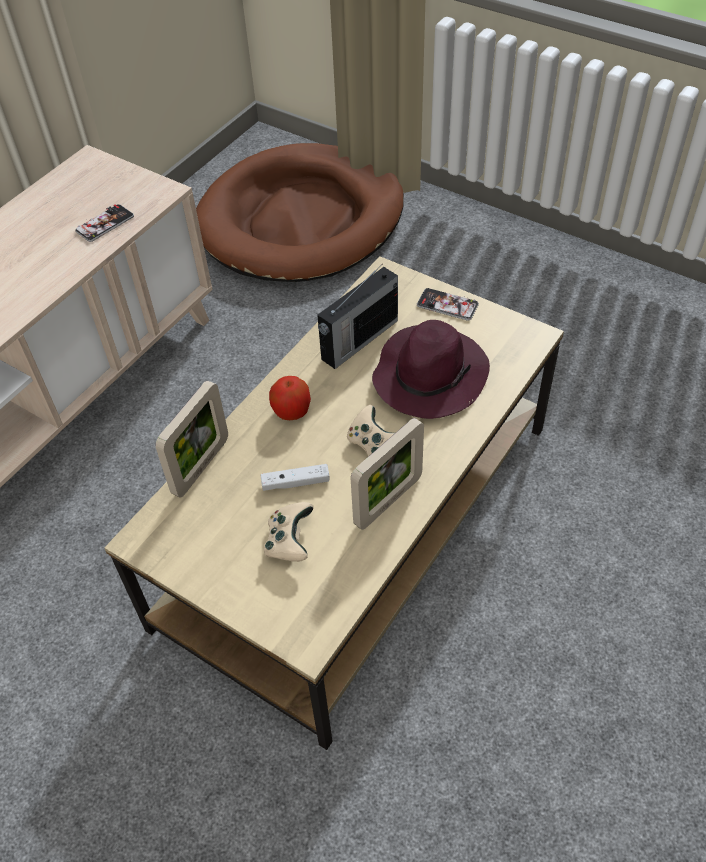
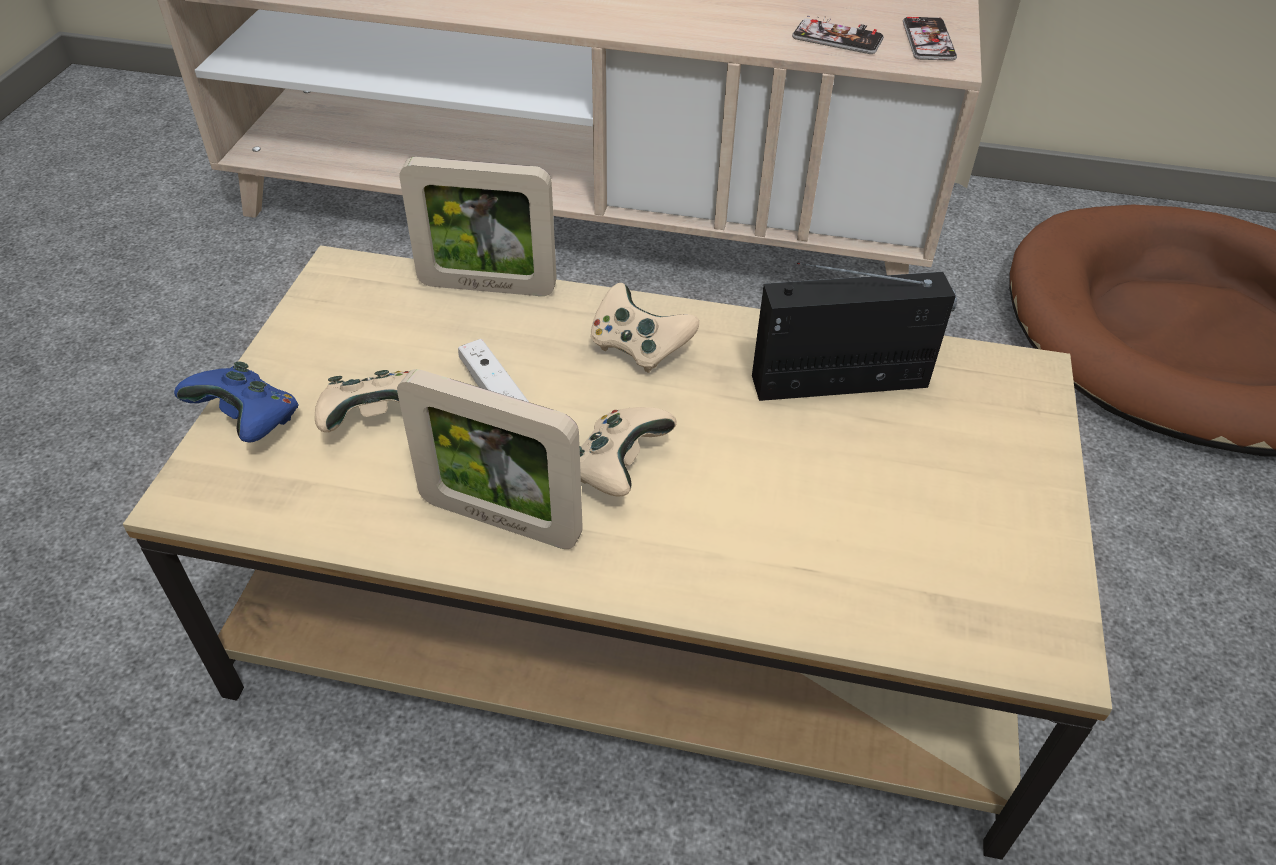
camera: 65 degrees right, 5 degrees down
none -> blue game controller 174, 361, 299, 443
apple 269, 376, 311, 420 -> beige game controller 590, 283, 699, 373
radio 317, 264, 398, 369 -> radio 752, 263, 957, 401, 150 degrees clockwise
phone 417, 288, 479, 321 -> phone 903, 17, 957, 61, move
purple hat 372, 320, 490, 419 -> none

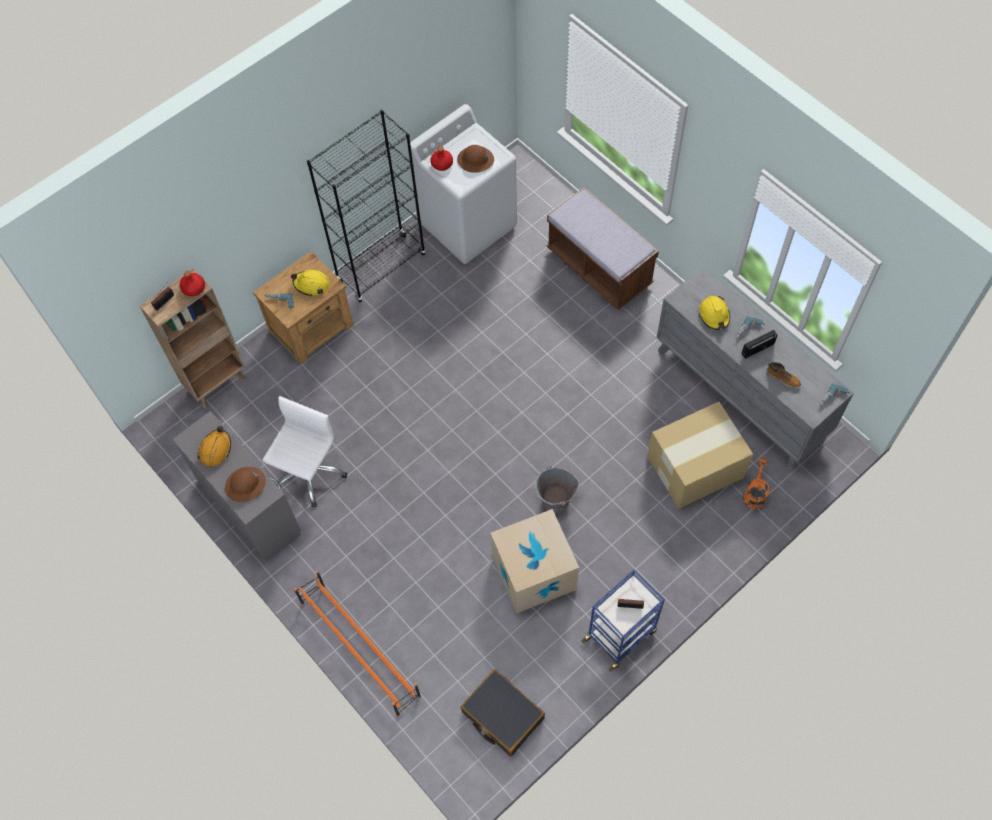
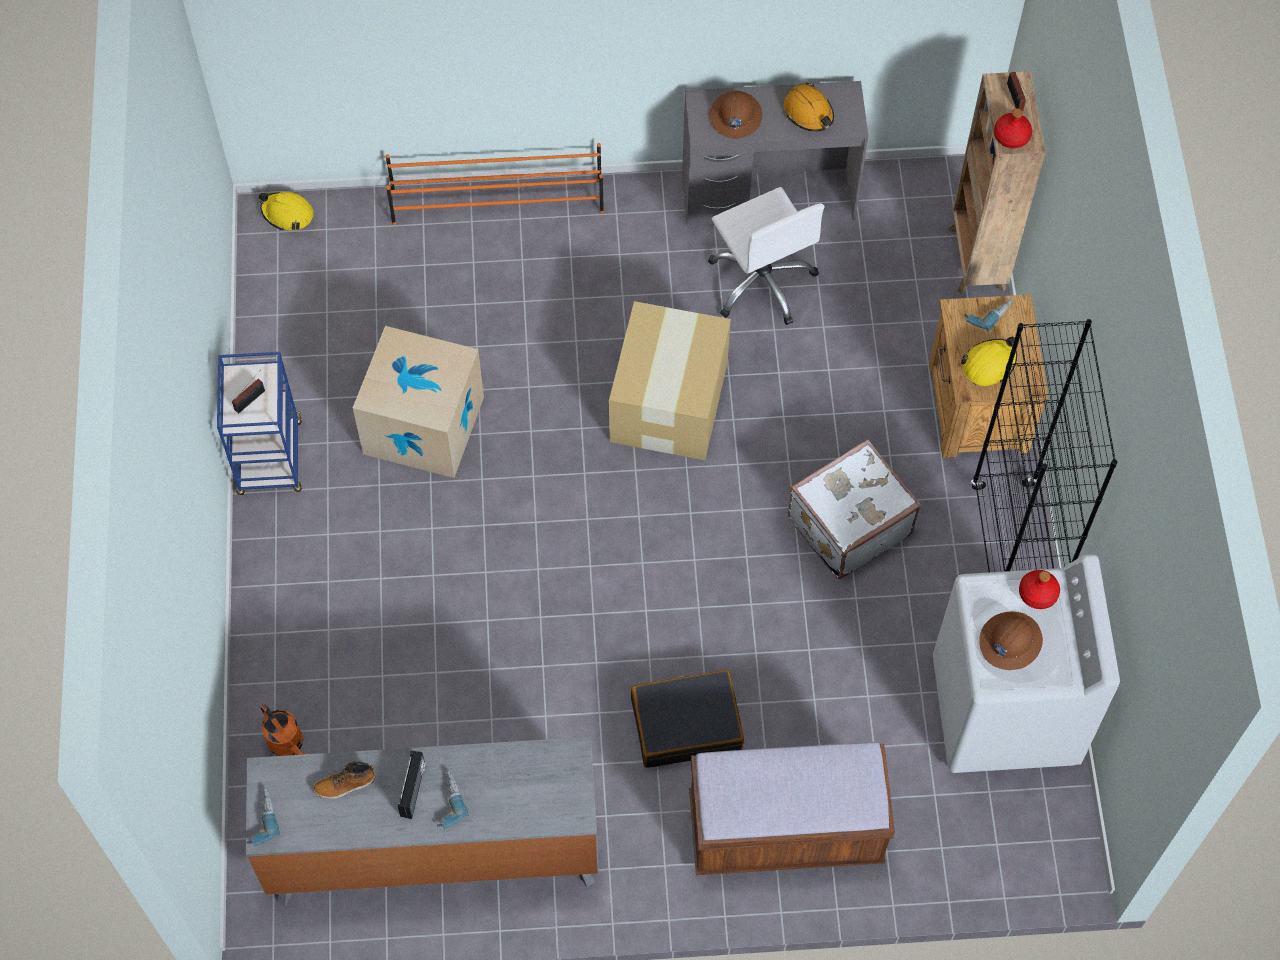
camera: 125 degrees right, 0 degrees up
yellow hard hat 699, 296, 730, 330 -> yellow hard hat 259, 192, 313, 230, move
cardboard box 647, 402, 753, 509 -> cardboard box 609, 301, 731, 460, move
black suitcase 460, 669, 545, 757 -> black suitcase 631, 670, 744, 768, move
none -> white suitcase 788, 439, 921, 580
grey bucket 535, 466, 580, 512 -> none

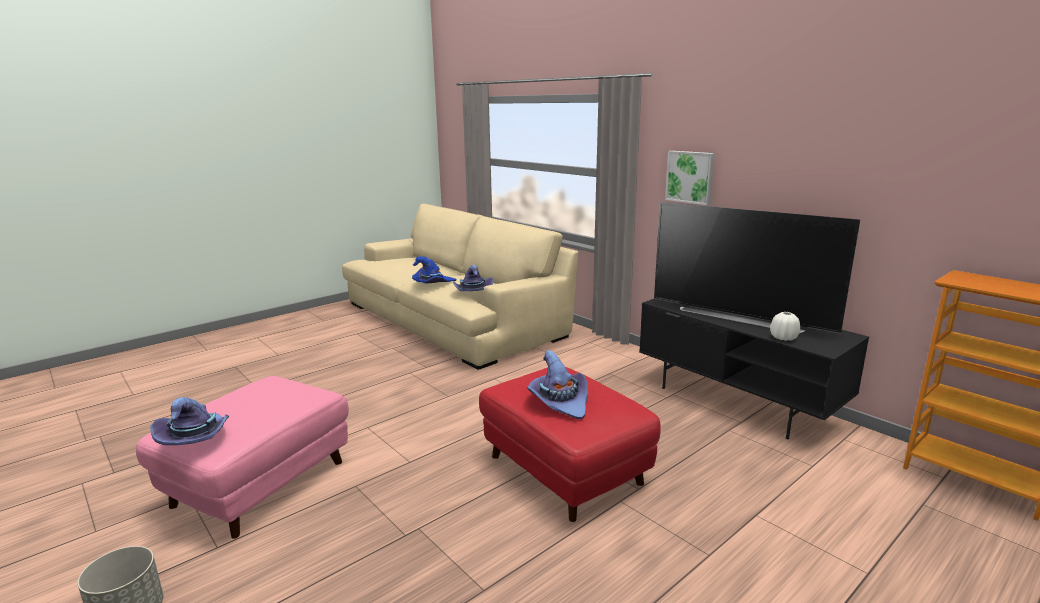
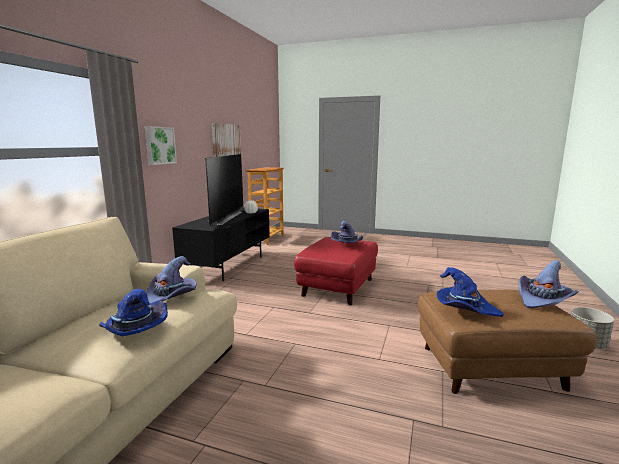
camera: 120 degrees left, 5 degrees down
none -> picture 212, 123, 241, 157
pink ottoman 136, 376, 349, 539 -> brown ottoman 418, 290, 597, 394
none -> blue hat 437, 267, 504, 317

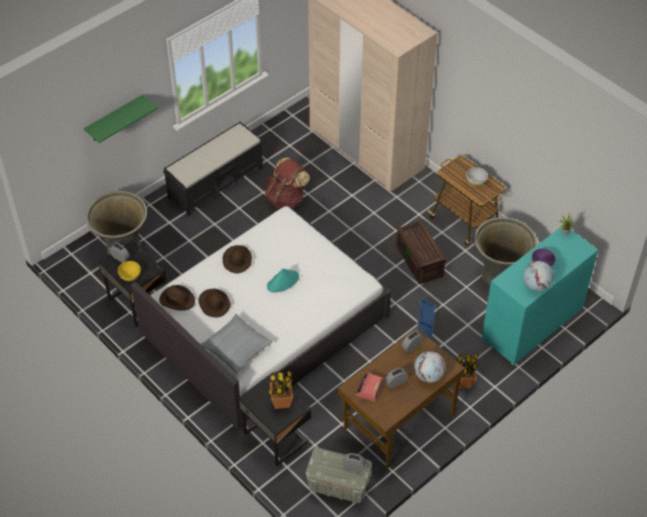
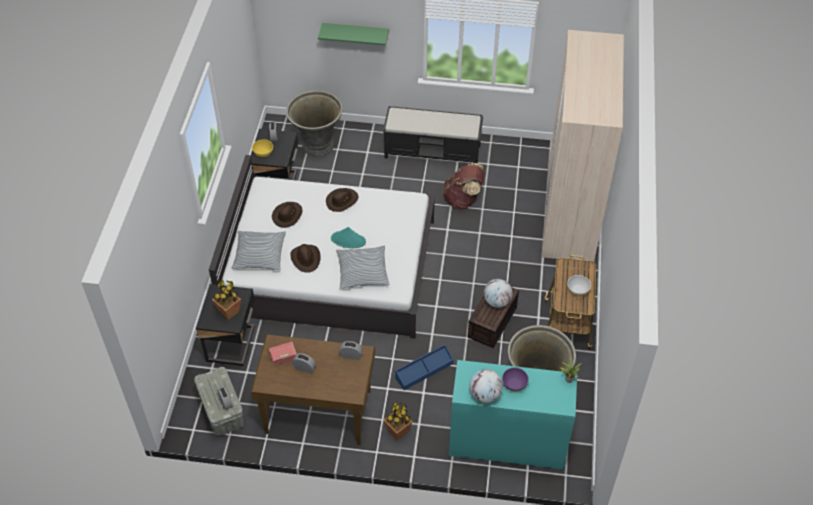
camera: 50 degrees right, 0 degrees up
brown hat 159, 285, 195, 311 -> brown hat 290, 244, 321, 273, move
none -> pillow 336, 245, 389, 289
globe 414, 351, 446, 383 -> globe 484, 279, 513, 308, move

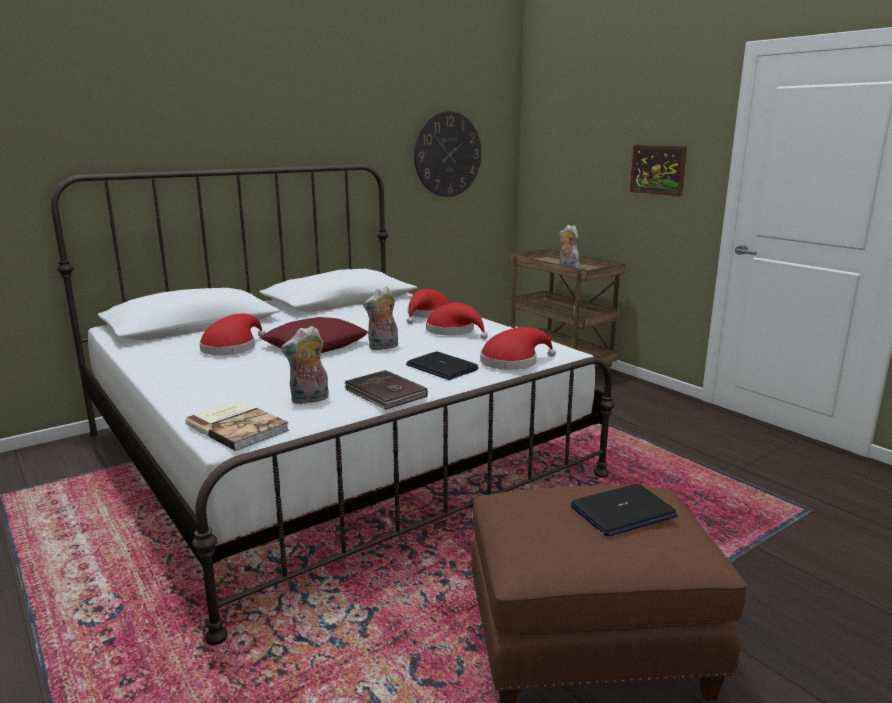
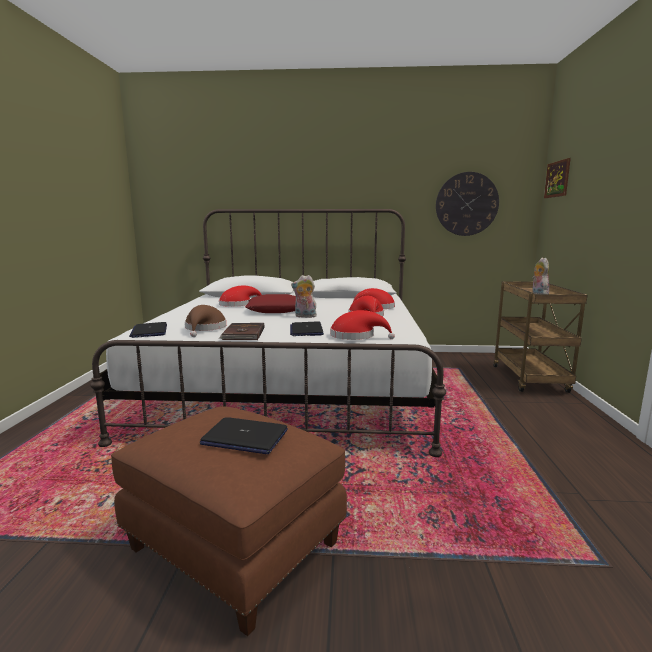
camera: 40 degrees right, 5 degrees down
book 185, 400, 289, 451 -> laptop 129, 322, 167, 338
plush toy 281, 326, 329, 404 -> brown hat 185, 305, 226, 337
picture 629, 145, 687, 196 -> picture 544, 158, 571, 198, move

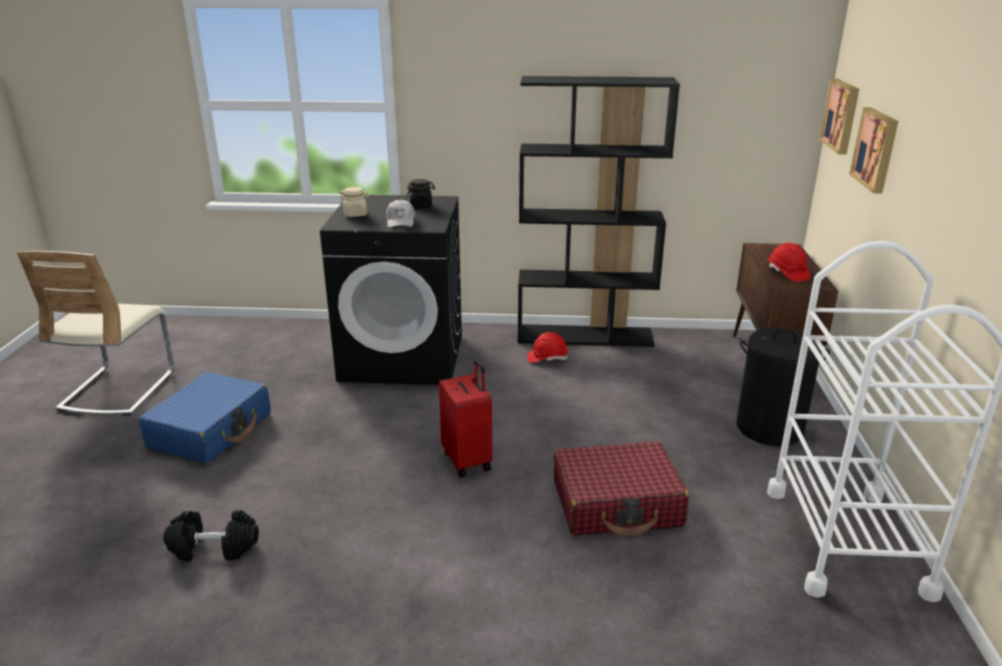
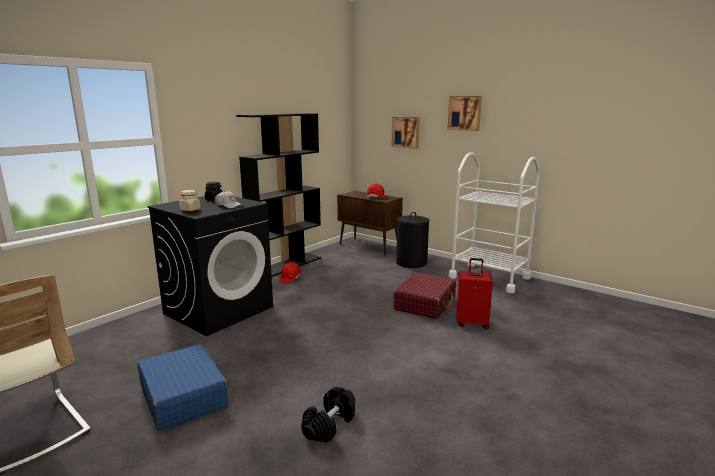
camera: 55 degrees left, 10 degrees down
picture 819, 79, 859, 155 -> picture 447, 96, 482, 131, move
red suitcase 439, 359, 492, 478 -> red suitcase 456, 258, 493, 329, move

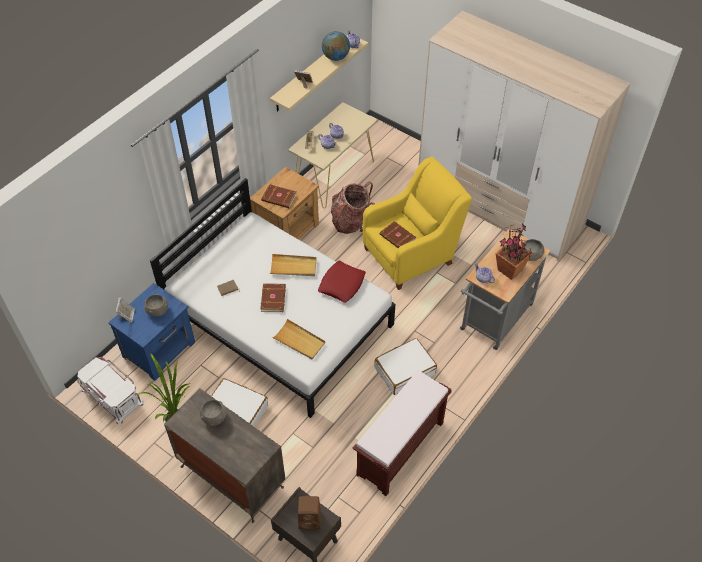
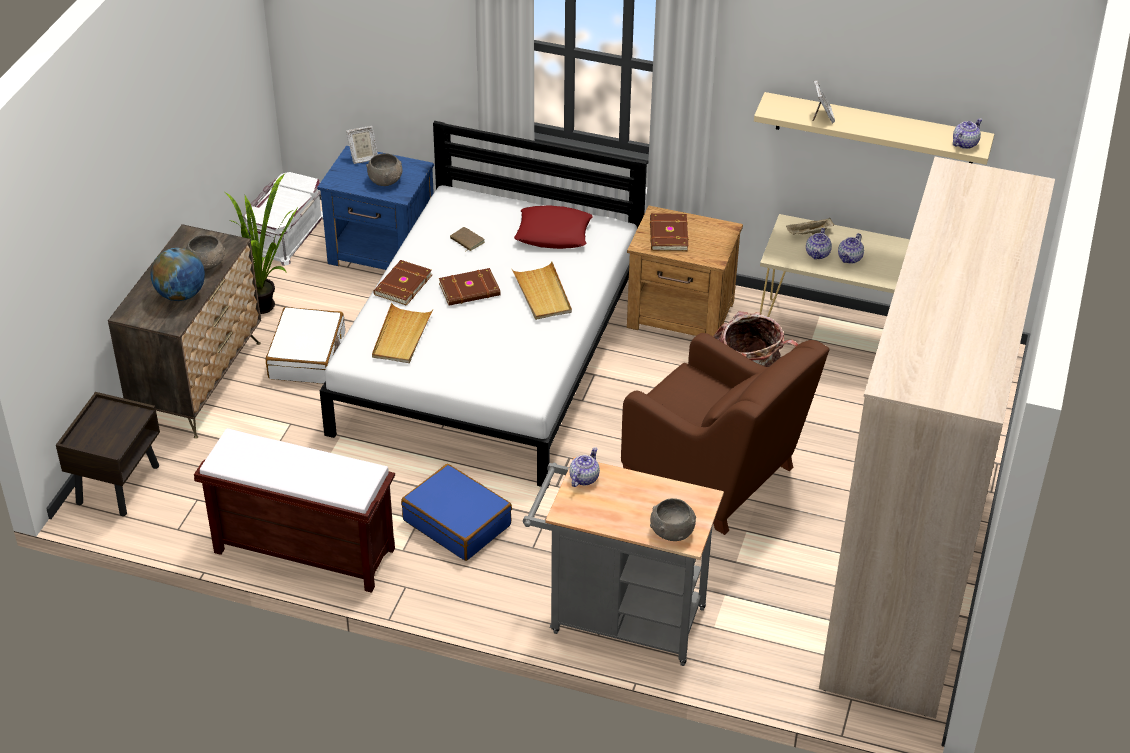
camera: 70 degrees right, 10 degrees down
globe 322, 31, 350, 61 -> globe 151, 248, 205, 301, move
brown book 380, 221, 416, 248 -> brown book 373, 260, 432, 306, move
white suitcase 374, 338, 437, 395 -> blue suitcase 401, 464, 512, 561
red pillow 318, 261, 366, 303 -> red pillow 514, 205, 593, 249, move
yellow armchair 363, 157, 472, 290 -> brown armchair 621, 333, 829, 535
brown speaker 298, 496, 321, 530 -> none
potted plant 496, 223, 533, 280 -> none

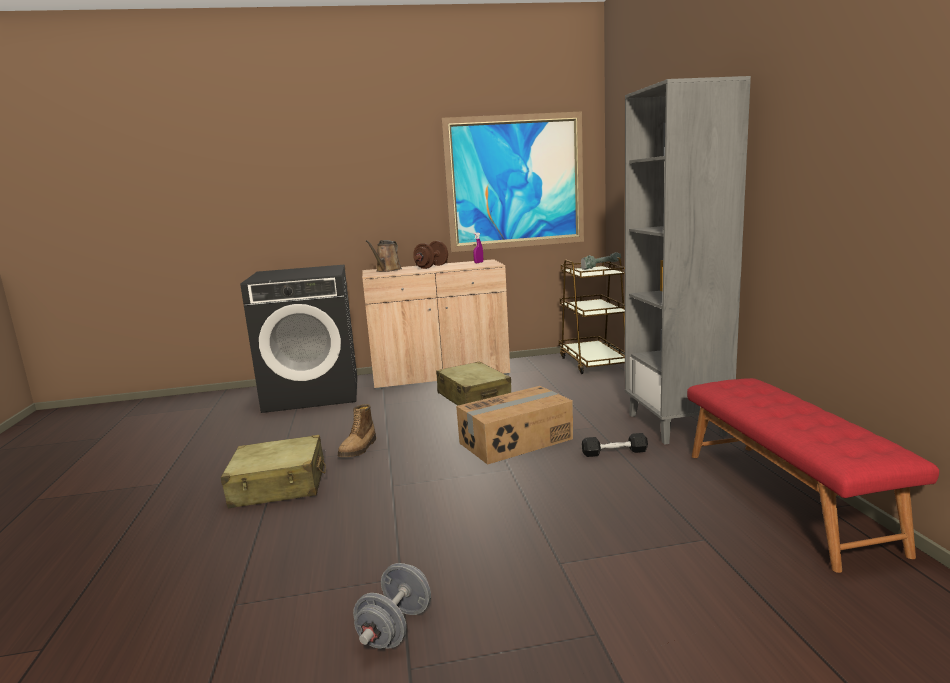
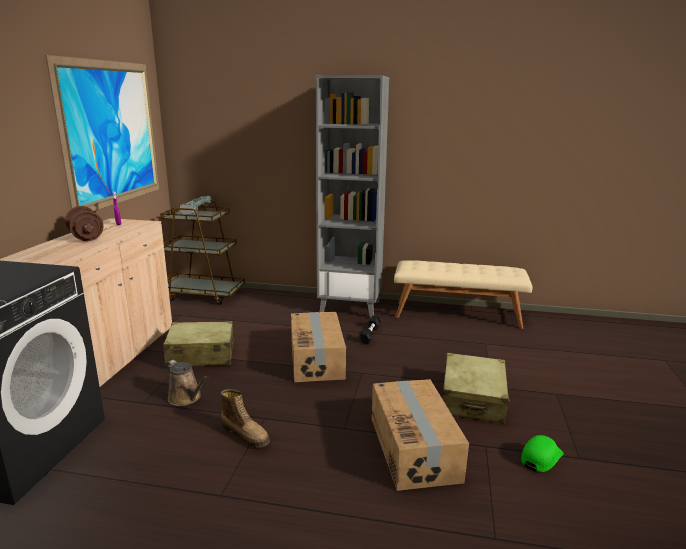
camera: 70 degrees left, 5 degrees up
brown watering can 366, 240, 402, 272 -> brown watering can 166, 360, 208, 406, move
none -> cardboard box 372, 379, 469, 491
red bench 687, 378, 939, 573 -> beige bench 394, 260, 533, 329
beige suitcase 221, 435, 326, 508 -> beige suitcase 442, 353, 510, 424, move
grey dumbbell 353, 563, 431, 649 -> green cap 521, 435, 564, 472

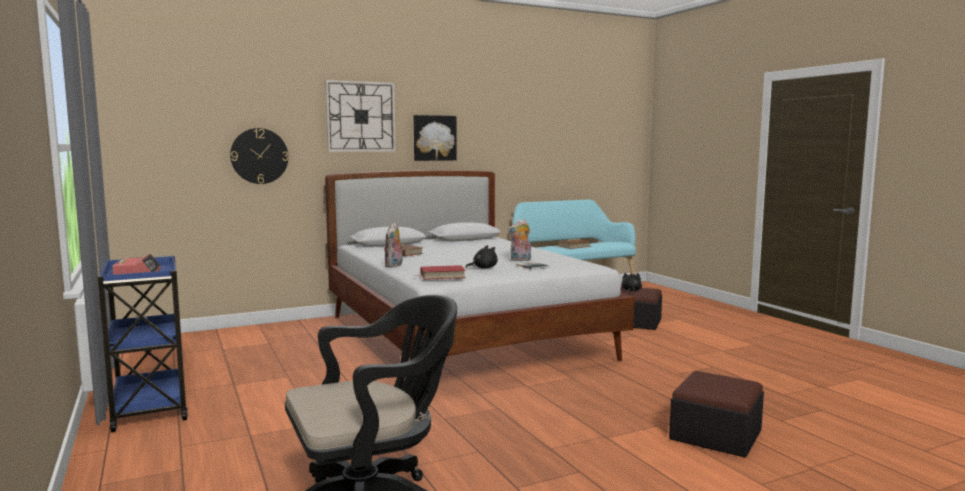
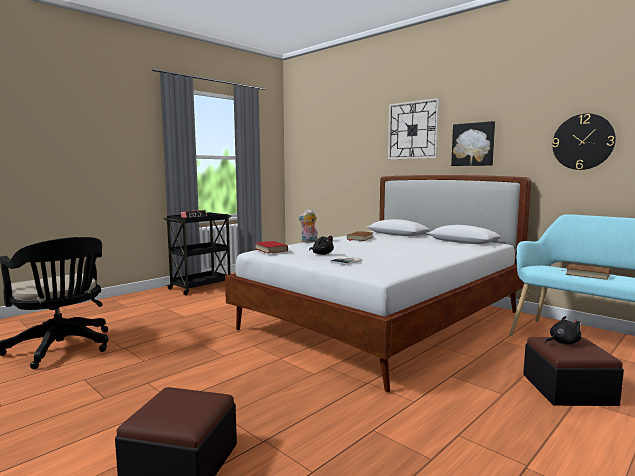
camera: 70 degrees right, 0 degrees up
blue cart 98, 255, 188, 432 -> black cart 163, 212, 231, 295
wall clock 230, 128, 288, 184 -> wall clock 552, 113, 616, 170, move
plush toy 508, 219, 531, 261 -> none

